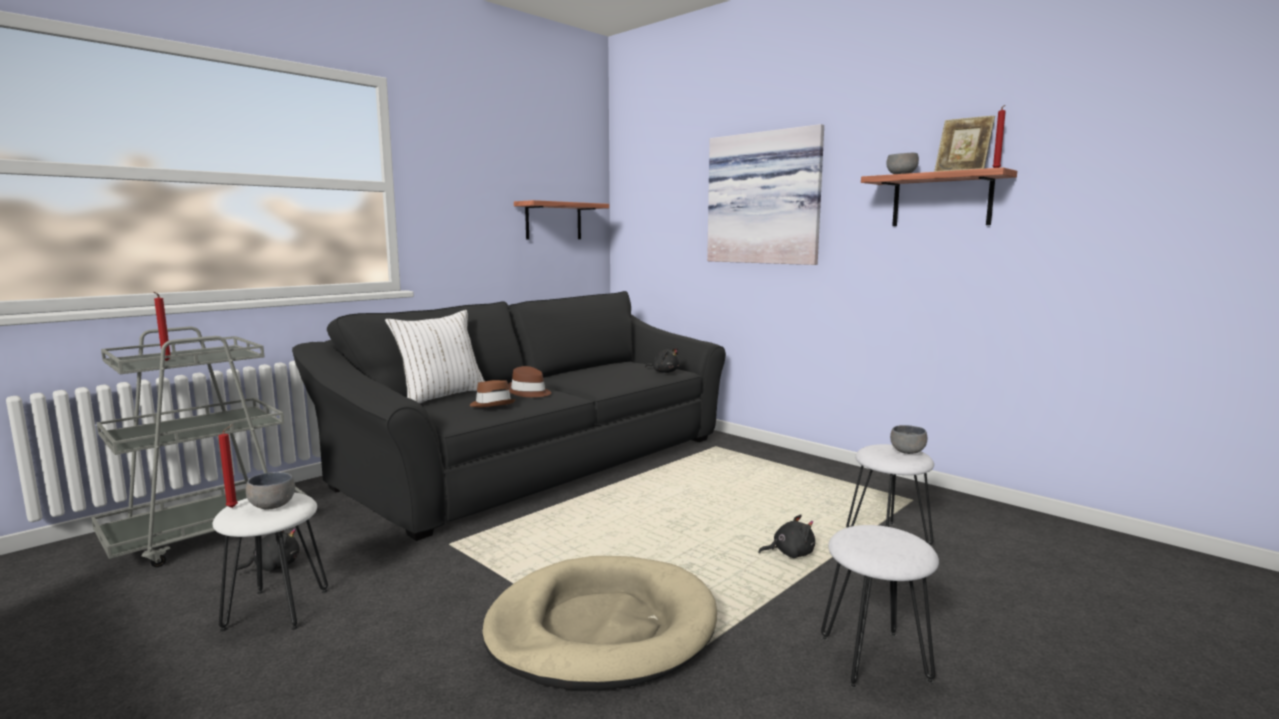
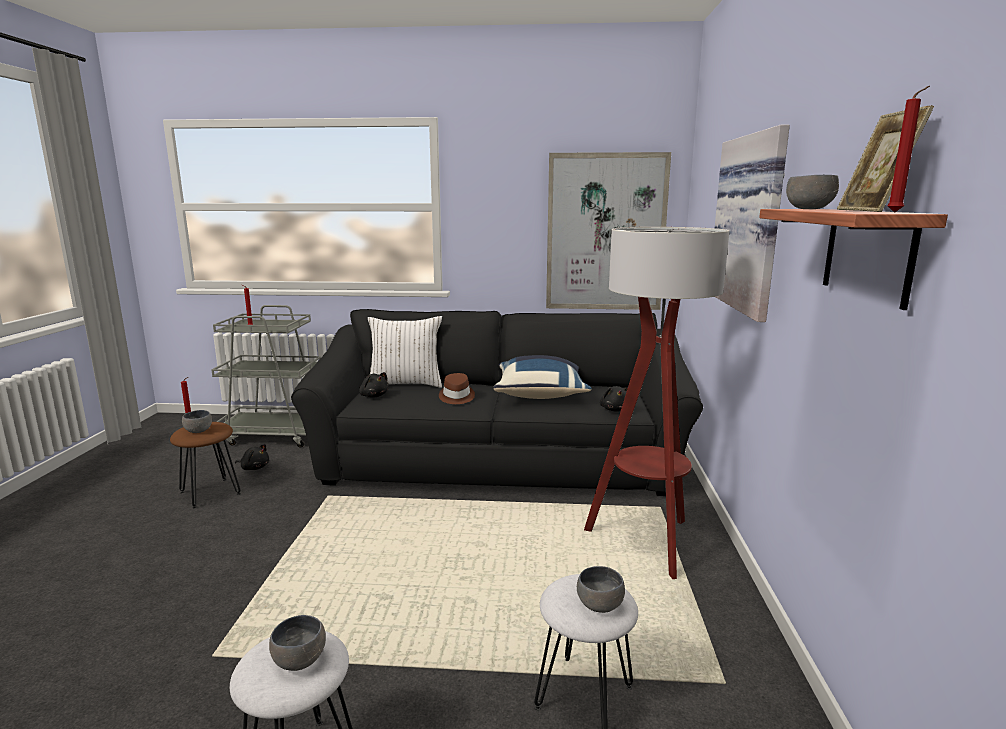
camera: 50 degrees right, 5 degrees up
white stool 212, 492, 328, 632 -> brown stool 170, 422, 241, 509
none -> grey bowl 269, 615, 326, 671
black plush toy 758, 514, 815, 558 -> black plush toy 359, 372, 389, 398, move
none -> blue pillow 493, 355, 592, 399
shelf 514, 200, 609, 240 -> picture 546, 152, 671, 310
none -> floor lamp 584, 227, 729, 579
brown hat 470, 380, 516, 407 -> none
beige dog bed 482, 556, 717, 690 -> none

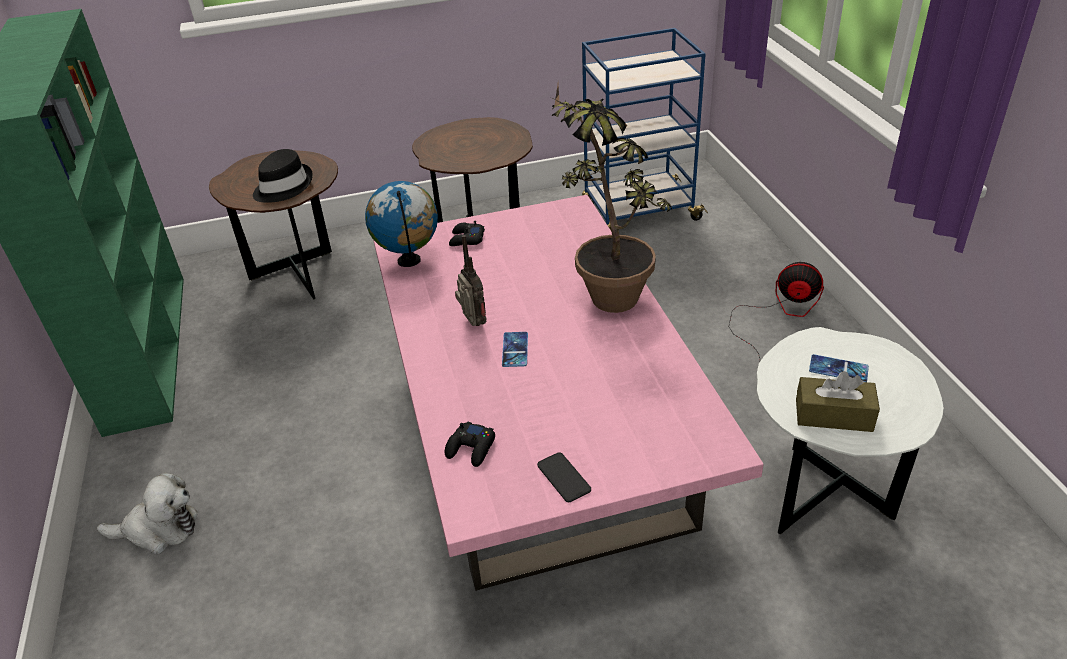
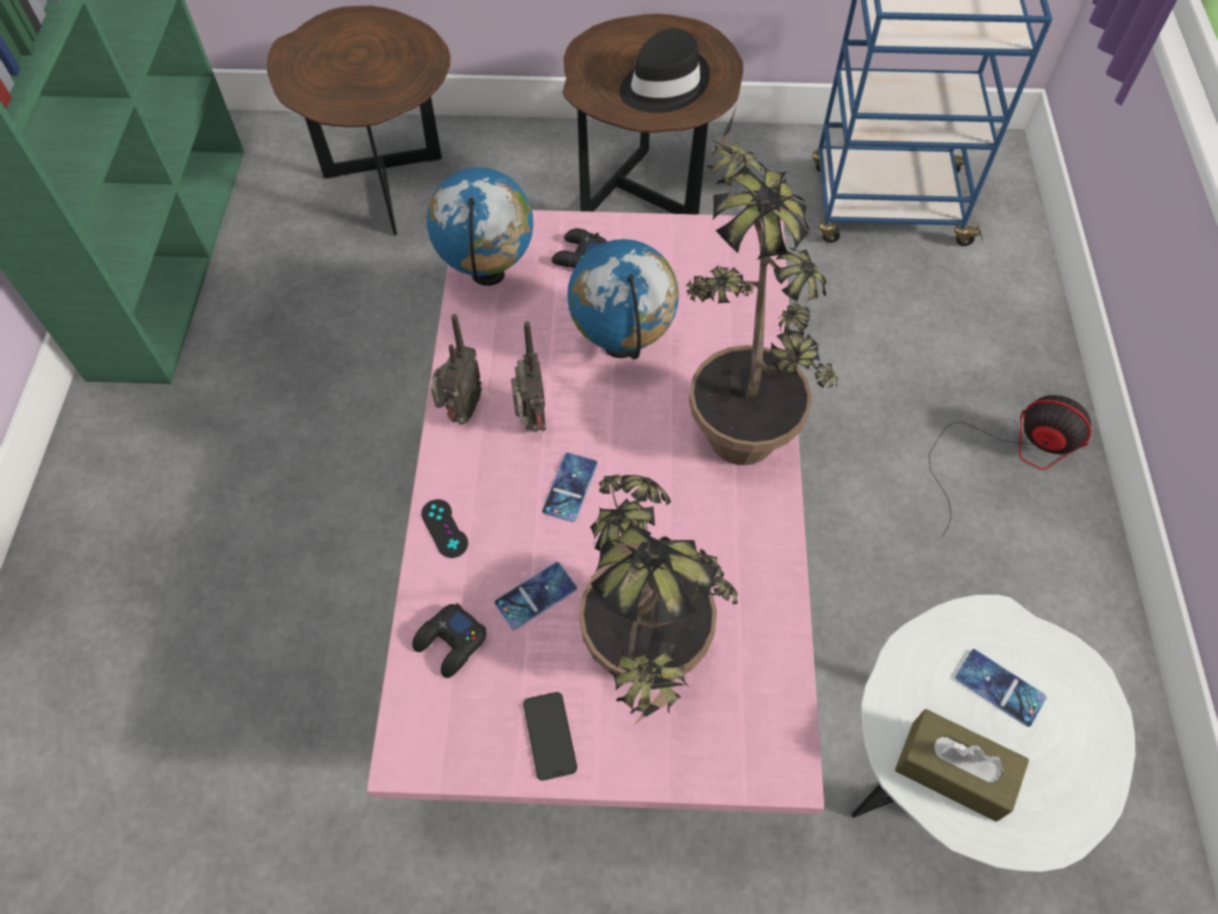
camera: 15 degrees right, 20 degrees up
none -> black game controller 421, 499, 468, 558
none -> radio 431, 314, 482, 425
none -> phone 494, 562, 577, 630
none -> globe 567, 239, 679, 359
none -> potted plant 579, 475, 738, 724
black hat 253, 149, 313, 203 -> black hat 620, 28, 710, 113, move
plush toy 97, 473, 198, 554 -> none

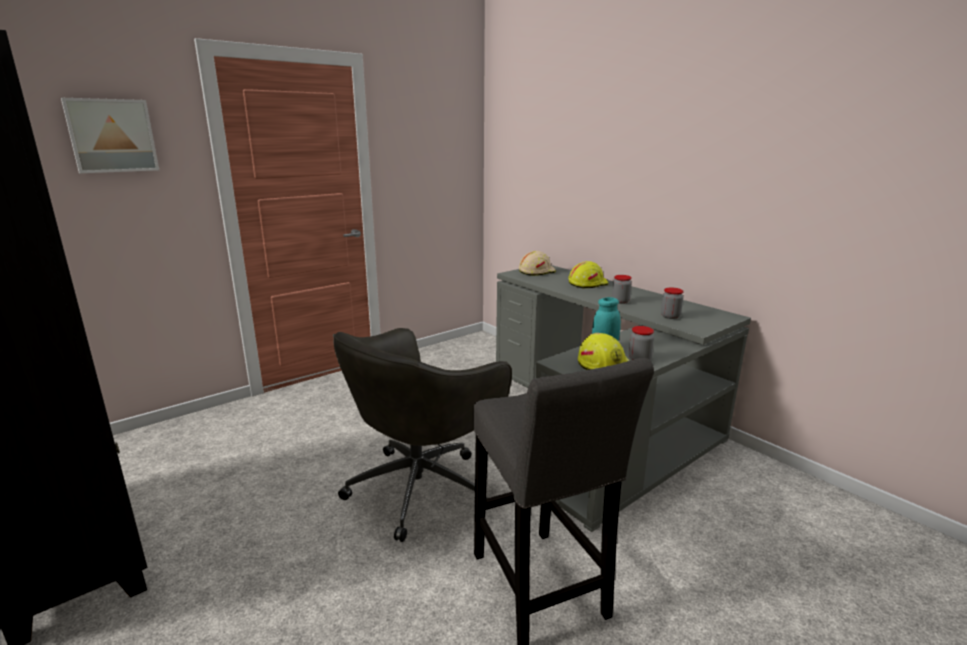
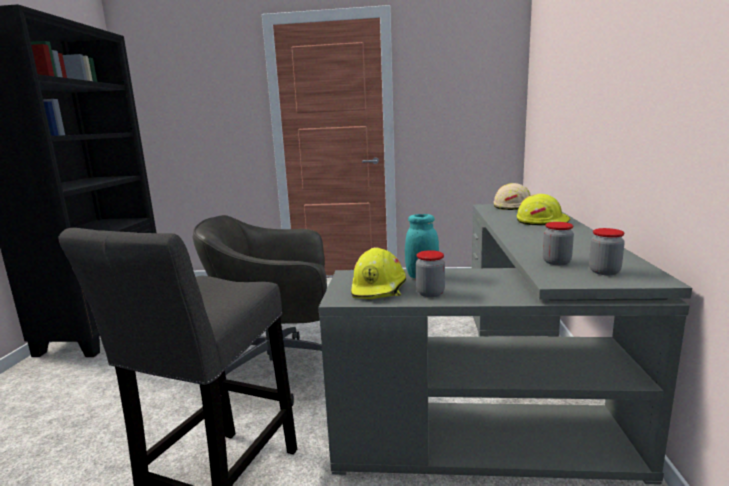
camera: 45 degrees right, 5 degrees down
jar 612, 275, 632, 304 -> jar 589, 228, 625, 275, move
picture 61, 98, 159, 173 -> none

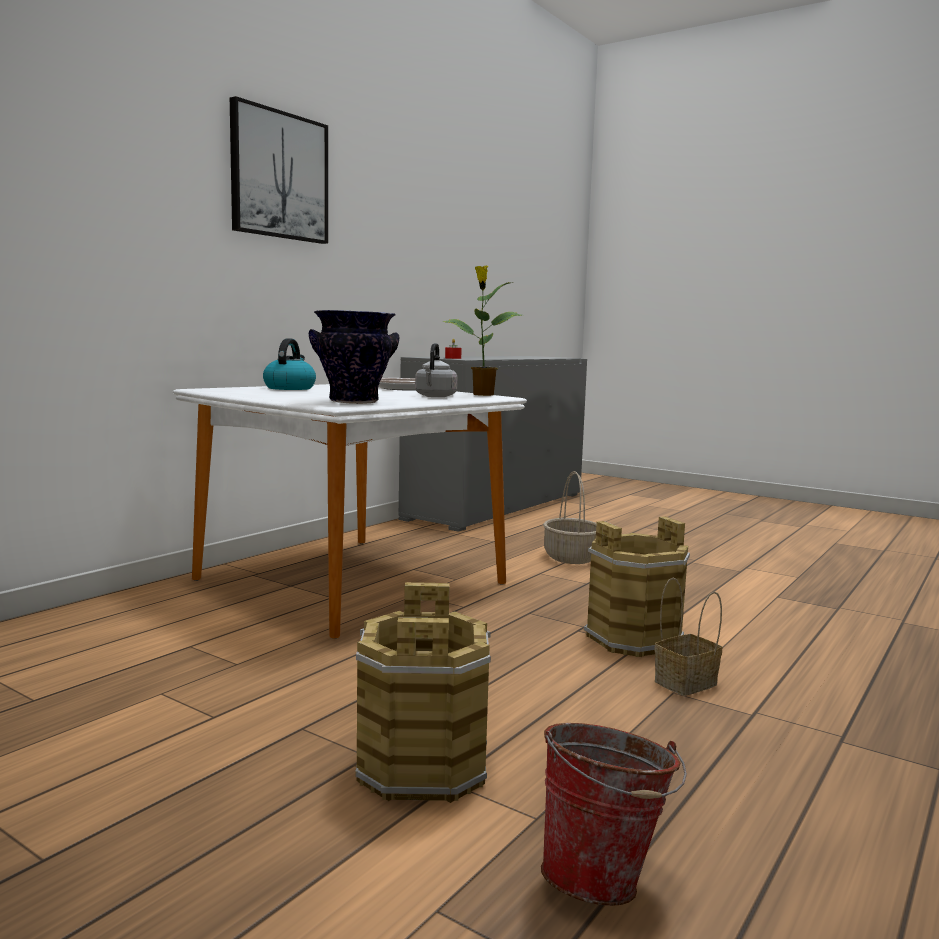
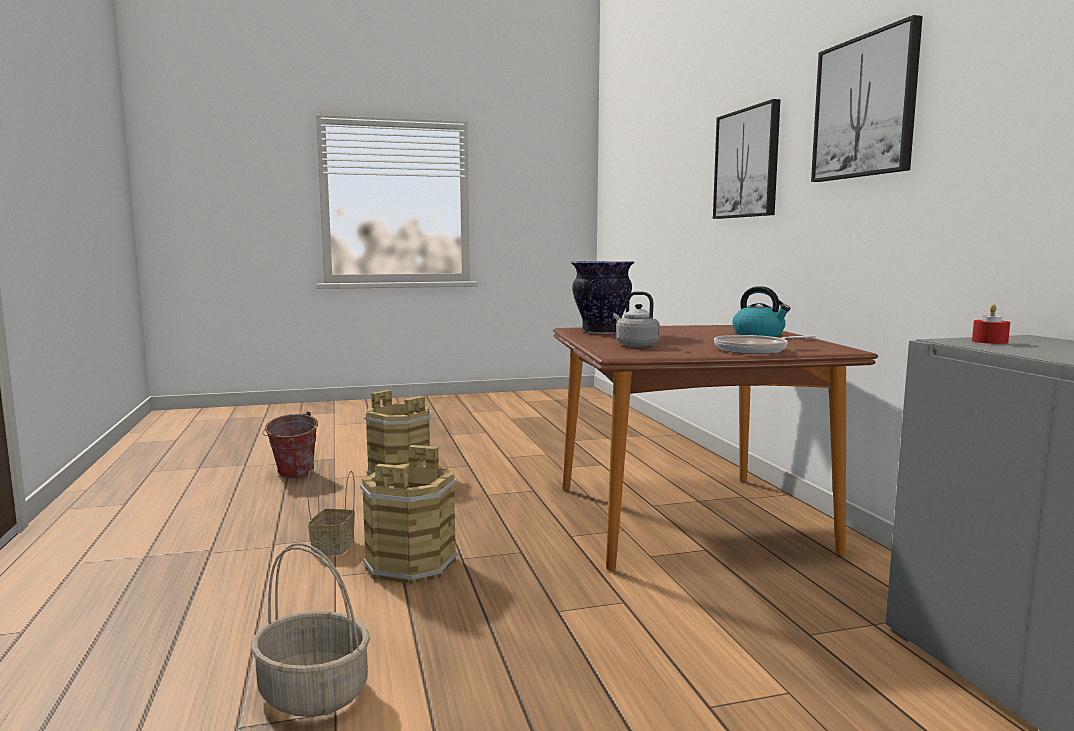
camera: 130 degrees right, 0 degrees up
basket 543, 471, 597, 564 -> basket 251, 543, 370, 717, move
white dining table 172, 384, 527, 639 -> brown dining table 553, 325, 878, 571
none -> picture 713, 99, 781, 219
potted plant 442, 266, 522, 396 -> none

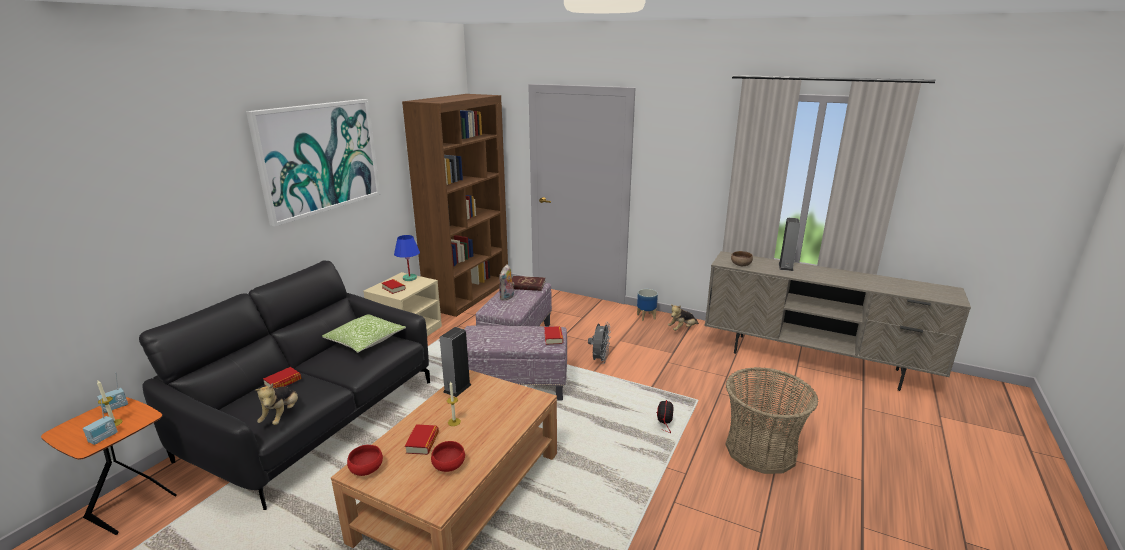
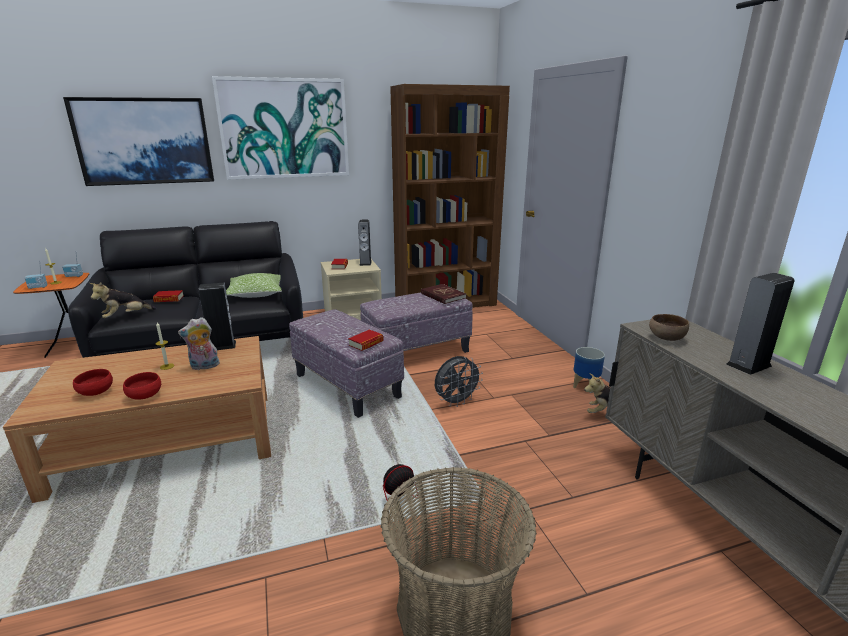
camera: 45 degrees right, 0 degrees up
none -> picture 63, 97, 214, 186
red bowl 347, 445, 383, 476 -> red bowl 123, 372, 161, 400, move
plush toy 499, 264, 514, 301 -> plush toy 178, 317, 220, 370, move
blue table lamp 394, 235, 420, 281 -> speaker 358, 220, 372, 266
book 405, 424, 439, 455 -> none

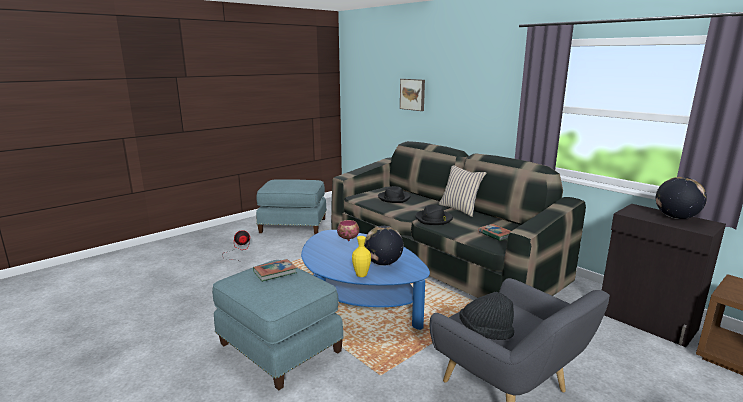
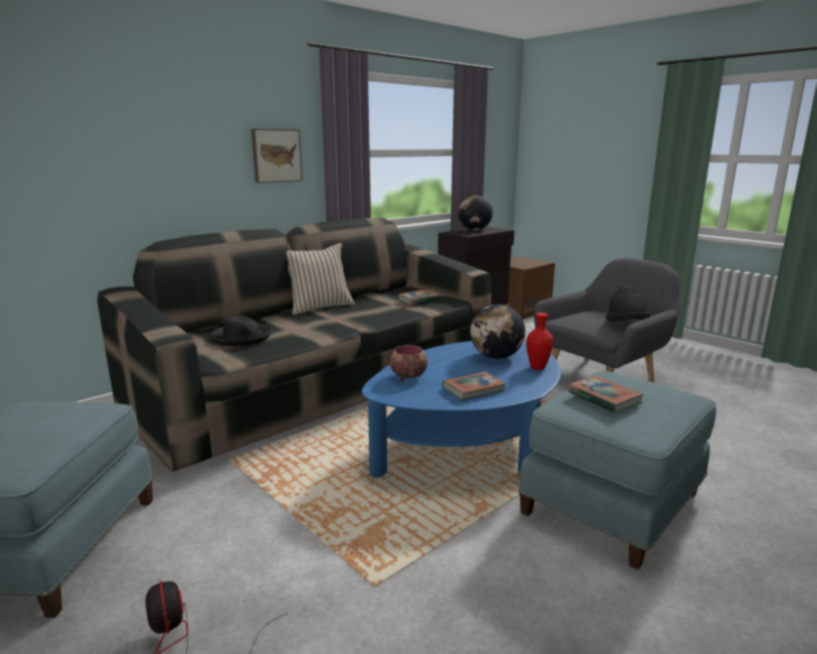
camera: 90 degrees left, 0 degrees up
picture 400, 79, 425, 111 -> picture 251, 129, 302, 183, move
none -> book 442, 372, 506, 401
yellow vase 352, 236, 371, 277 -> red vase 526, 313, 554, 370
black hat 415, 205, 453, 225 -> none

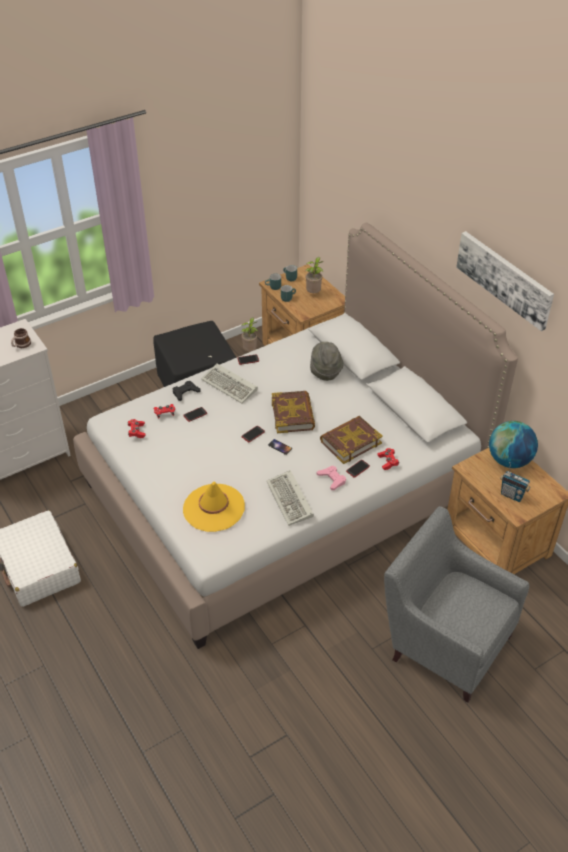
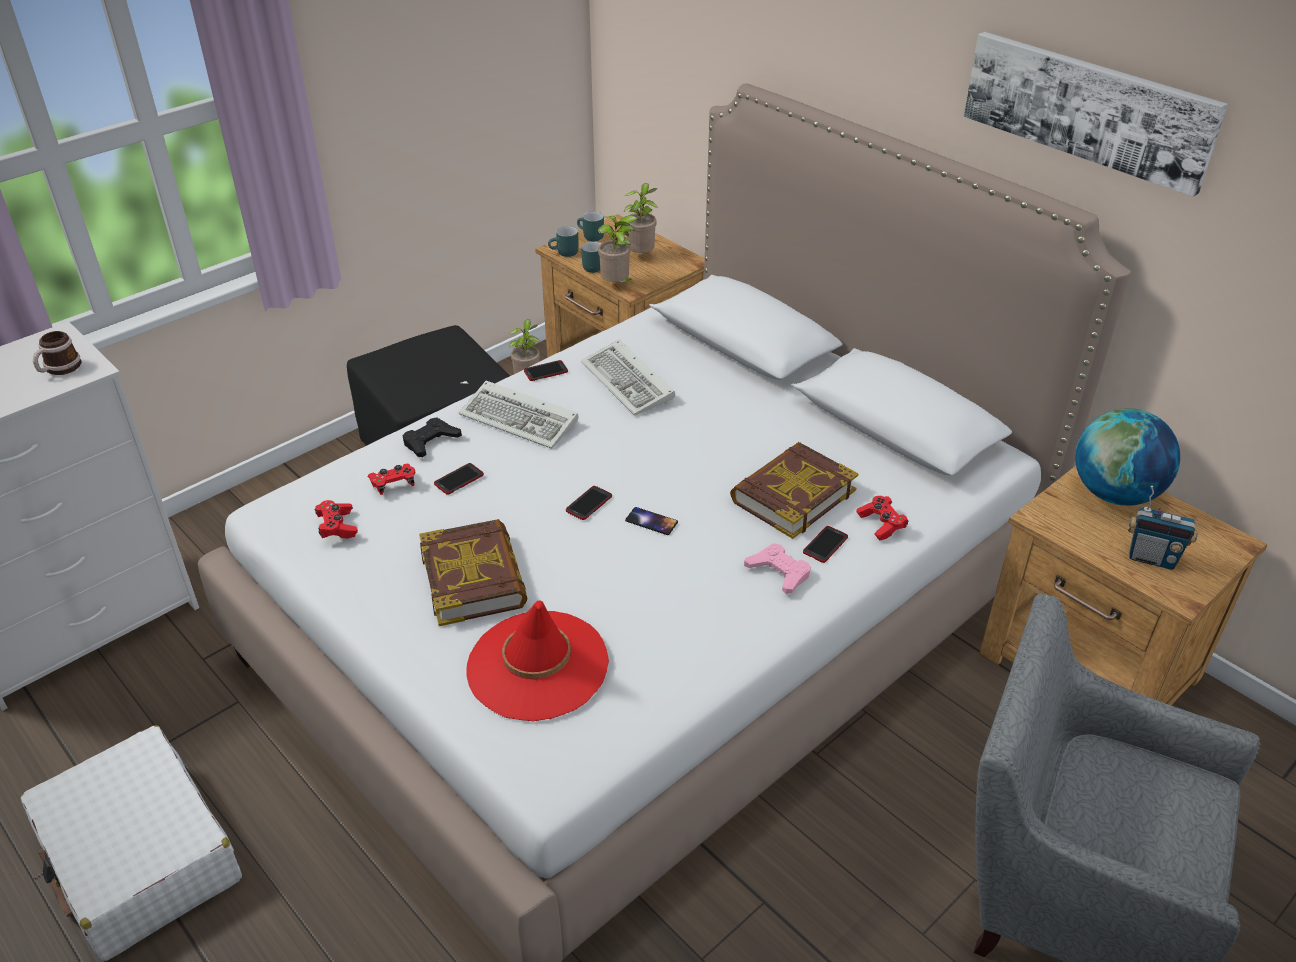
camera: 10 degrees left, 5 degrees down
book 272, 391, 315, 433 -> book 419, 519, 528, 626, move
yellow hat 183, 482, 245, 532 -> red hat 467, 601, 609, 721
keyboard 266, 470, 314, 526 -> keyboard 581, 340, 675, 416, move
none -> potted plant 598, 215, 638, 283
grey hat 310, 342, 344, 381 -> none

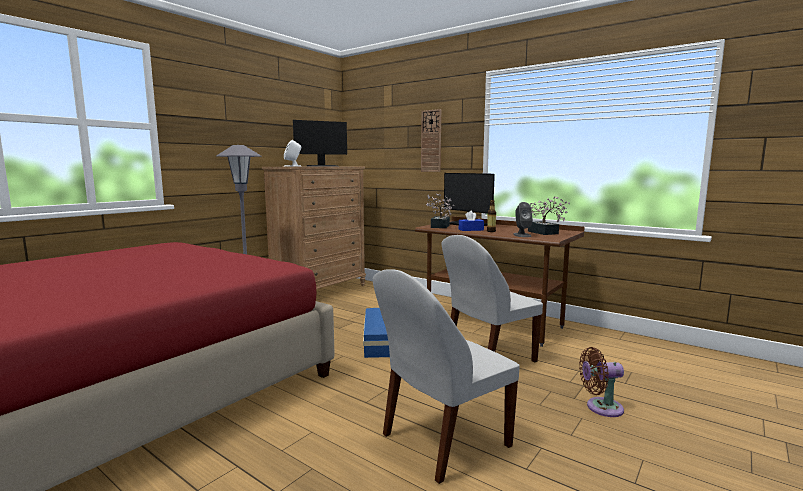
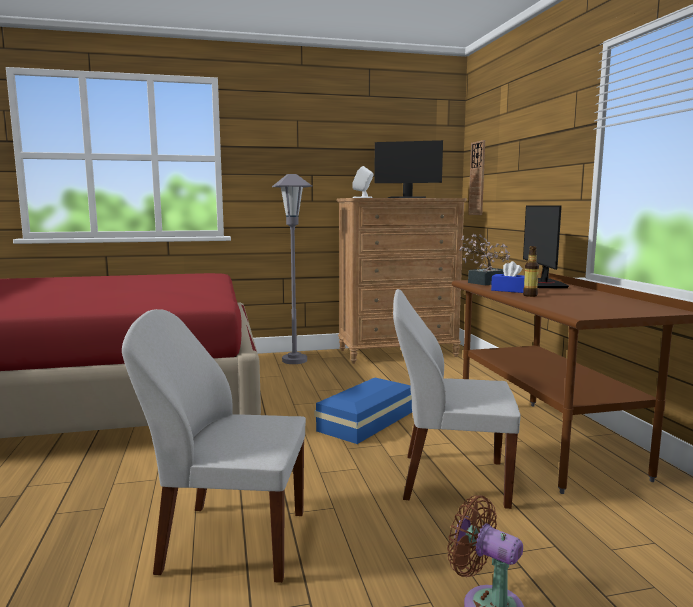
camera: 40 degrees right, 0 degrees up
wall clock 421, 109, 441, 172 -> wall clock 468, 140, 485, 215, move
grey speaker 513, 202, 533, 237 -> none
potted plant 528, 197, 570, 235 -> none

